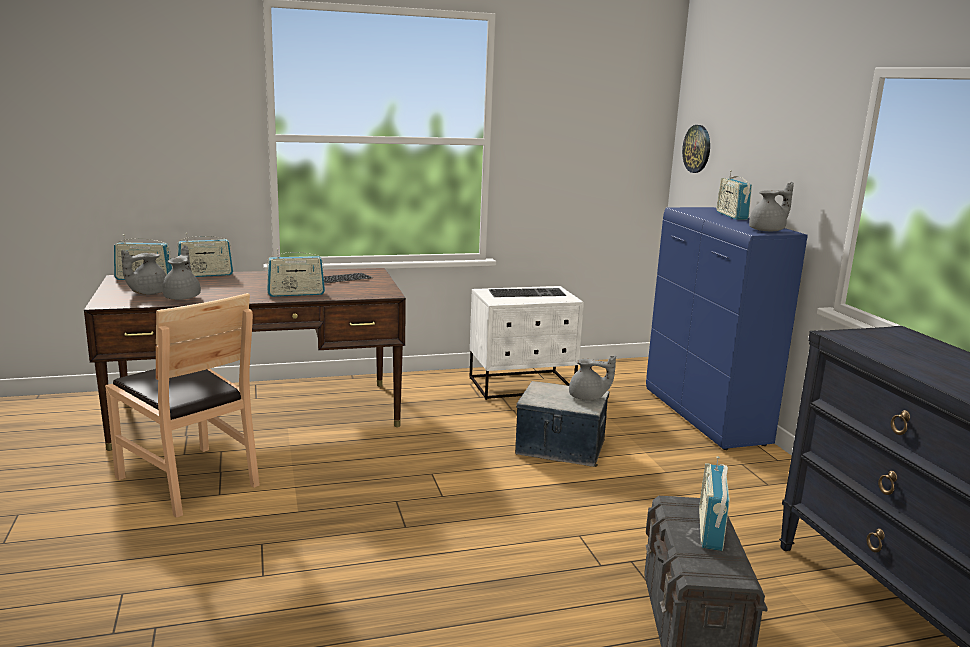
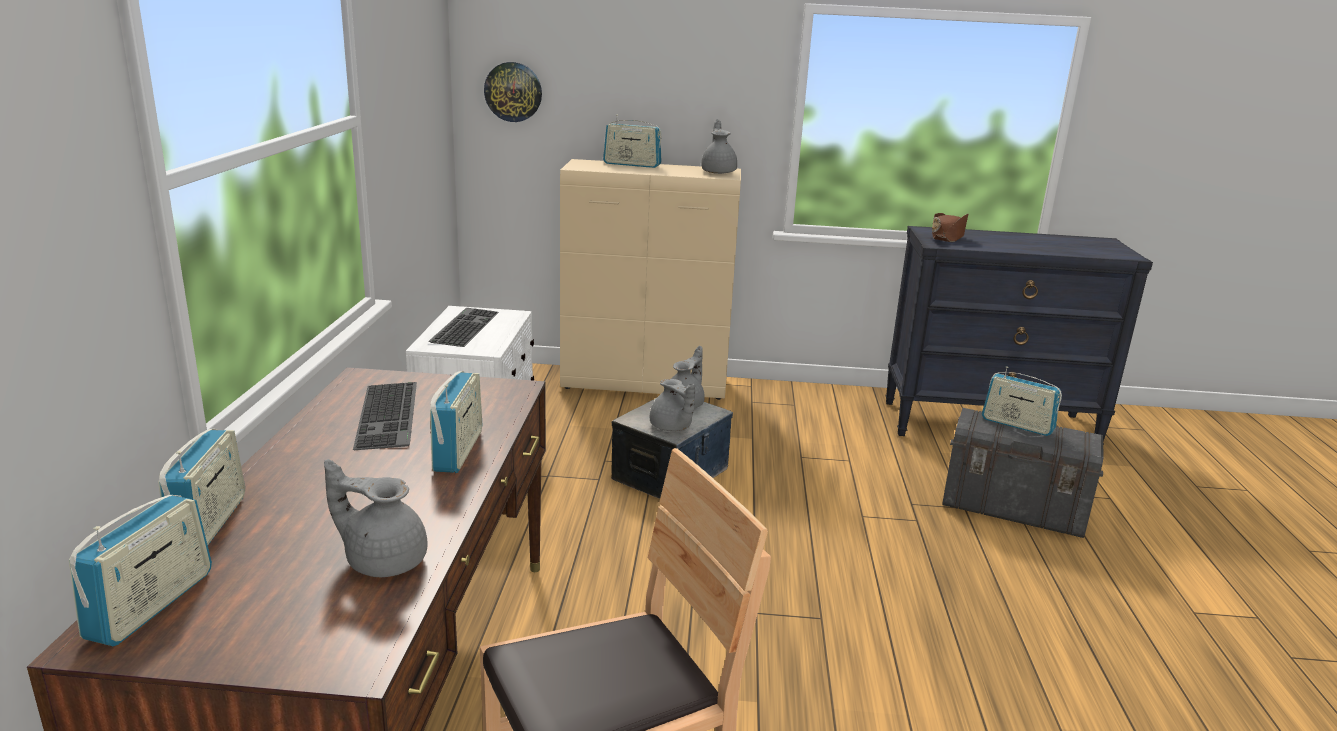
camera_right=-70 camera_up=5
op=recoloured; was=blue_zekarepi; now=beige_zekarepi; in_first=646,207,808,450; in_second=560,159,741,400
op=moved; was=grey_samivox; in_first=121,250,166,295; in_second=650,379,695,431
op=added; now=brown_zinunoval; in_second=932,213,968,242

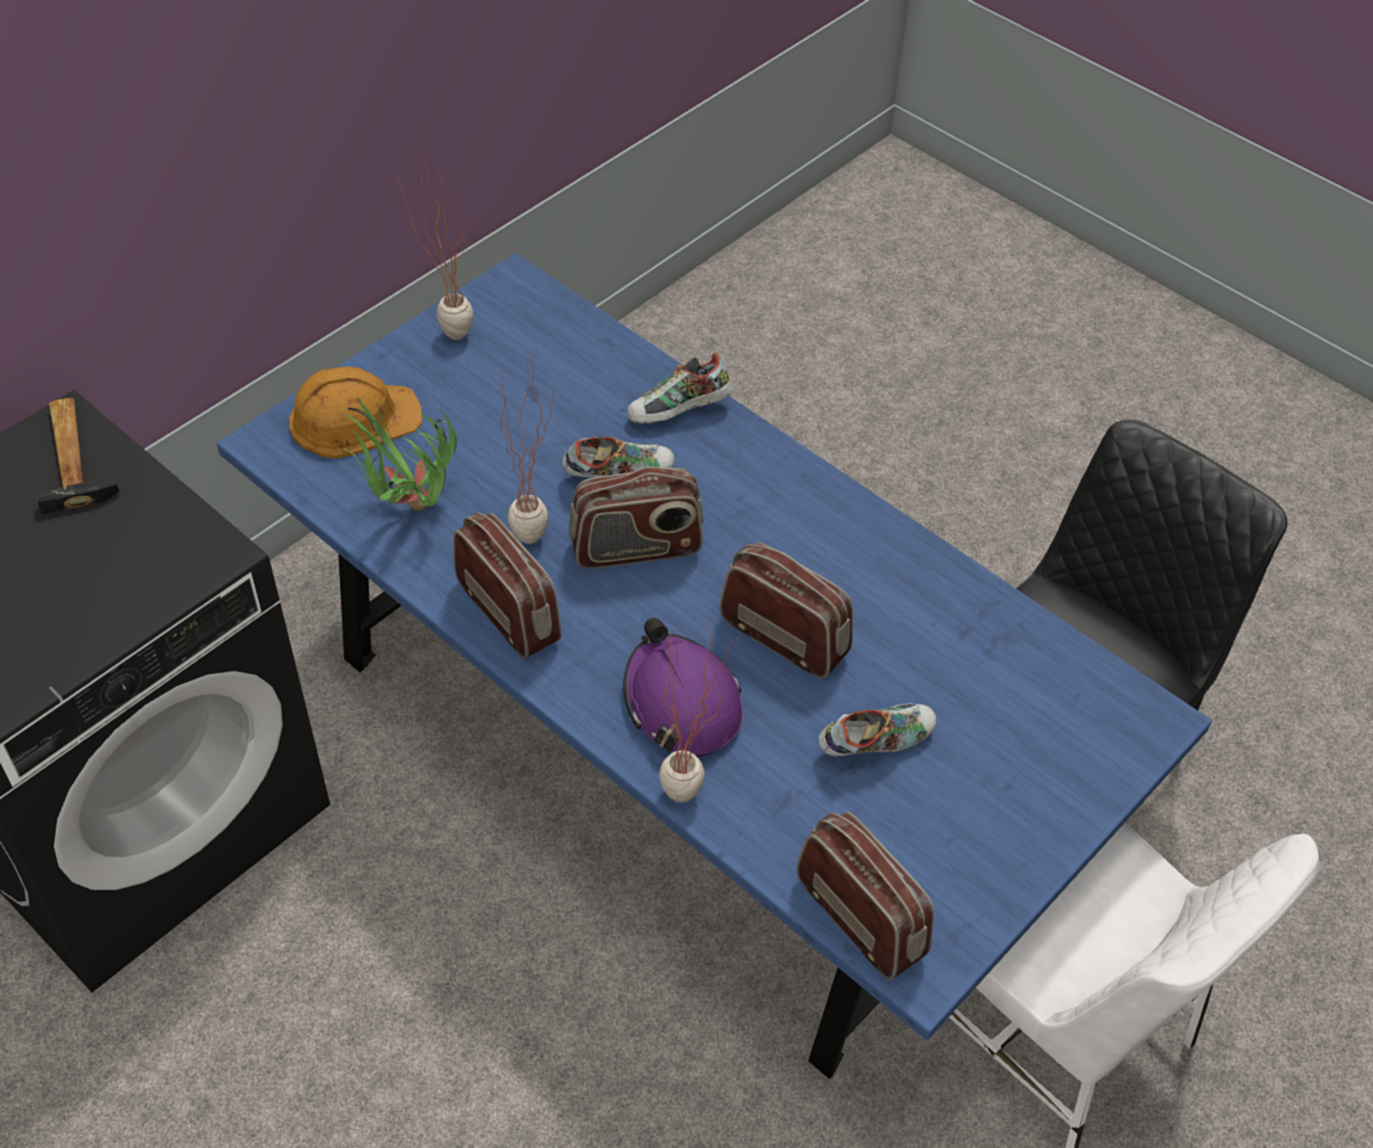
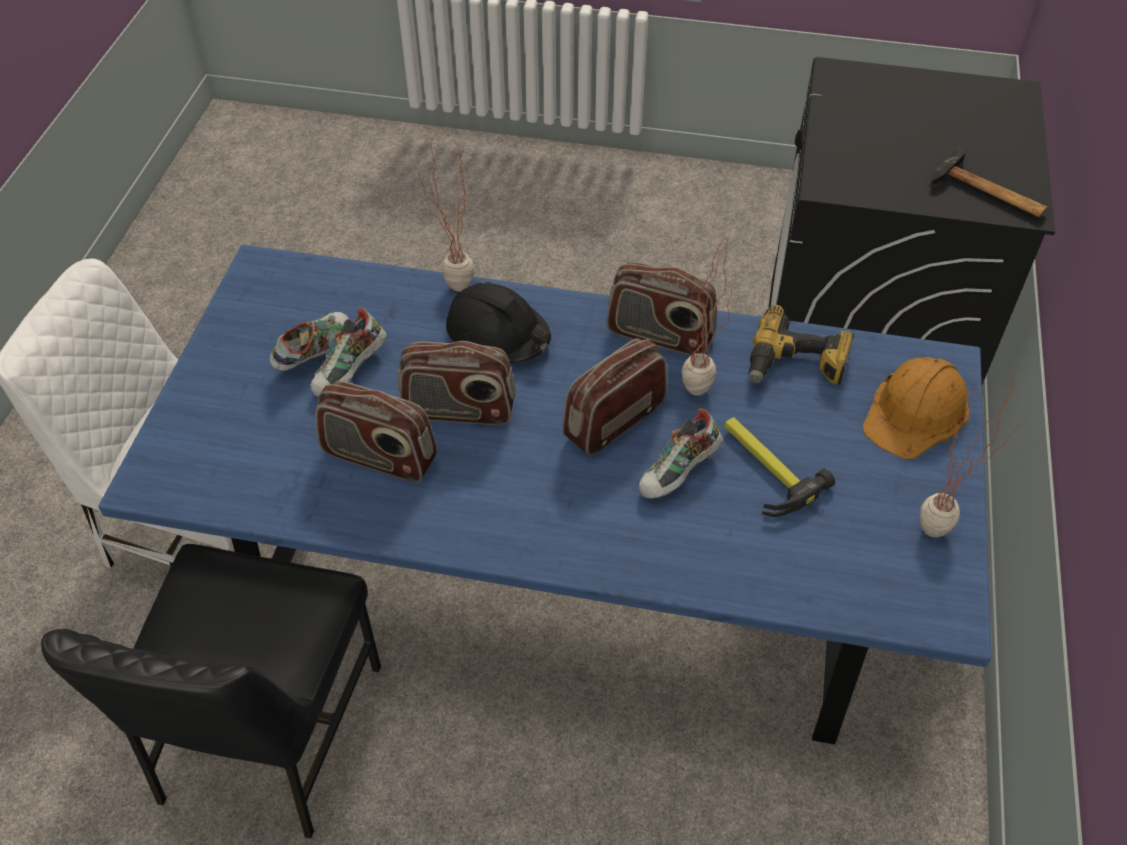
camera_right=150 camera_up=0
op=moved; was=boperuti; in_first=627,352,733,423; in_second=269,312,349,371
op=moved; was=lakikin; in_first=797,811,934,980; in_second=315,381,437,483
op=recoloured; was=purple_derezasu; now=black_derezasu; in_first=623,618,743,757; in_second=446,281,551,364
op=added; now=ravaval; in_second=724,417,835,518
op=replaced; was=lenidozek; now=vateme; in_first=344,396,457,511; in_second=749,305,855,385

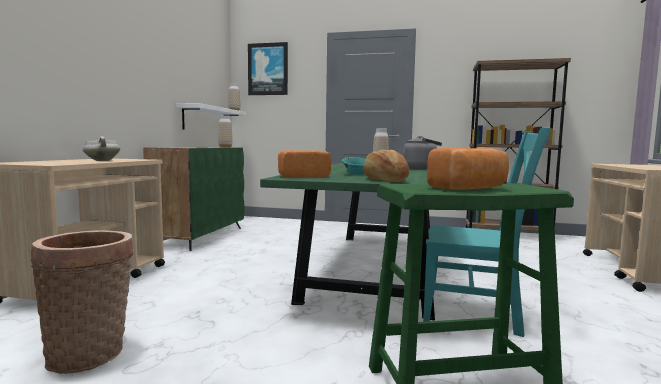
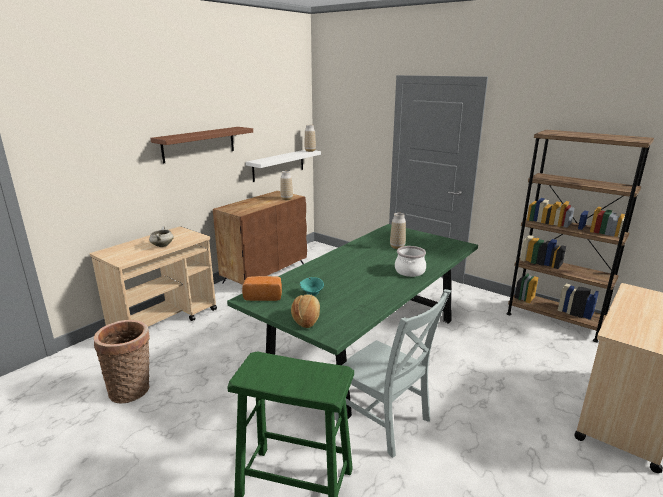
camera_right=25 camera_up=15
op=added; now=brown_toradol; in_second=150,127,253,163
op=recoloured; was=green_zekarepi; now=brown_zekarepi; in_first=143,147,245,251; in_second=213,191,307,285
op=recoloured; was=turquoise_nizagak; now=grey_nizagak; in_first=423,128,551,337; in_second=336,289,451,458
op=replaced; was=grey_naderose; now=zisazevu; in_first=403,136,442,170; in_second=395,246,426,277
op=removed; was=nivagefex; in_first=248,42,288,95
op=removed; was=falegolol; in_first=427,148,509,190

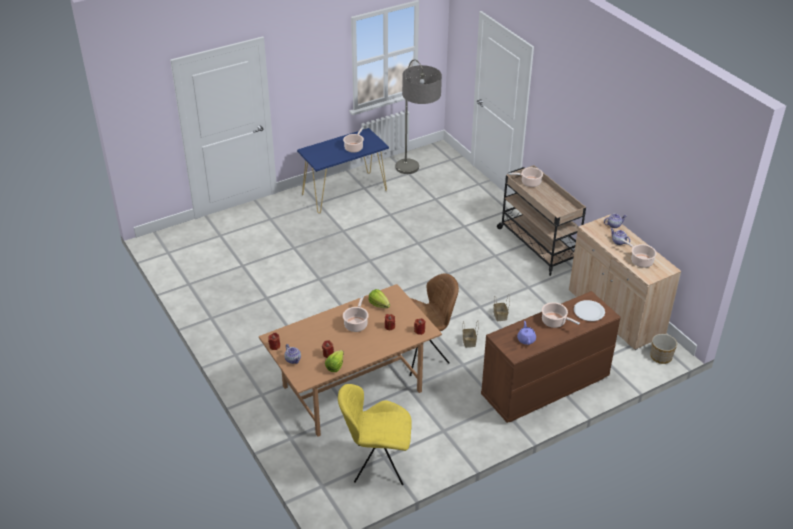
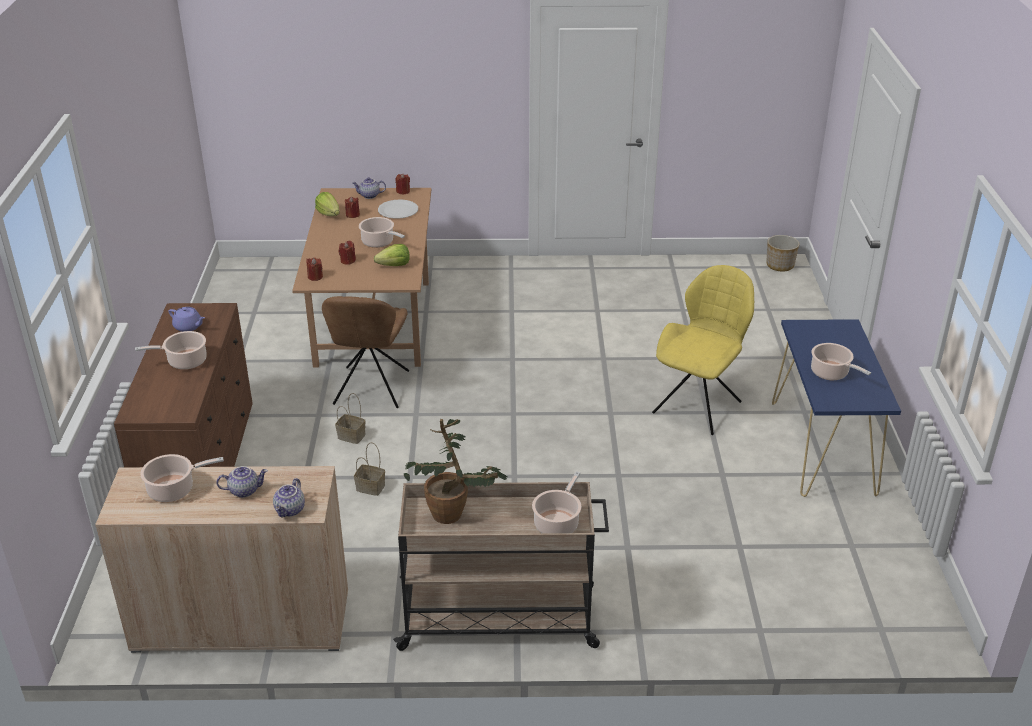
camera_right=120 camera_up=-5
op=moved; was=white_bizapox; in_first=574,300,605,321; in_second=378,200,418,219
op=added; now=lenidozek; in_second=404,419,507,524
op=moved; was=yellow_nizagak; in_first=338,384,412,485; in_second=652,265,754,435
op=moved; was=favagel; in_first=650,334,677,364; in_second=766,235,799,272
op=removed; was=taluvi; in_first=396,59,442,174

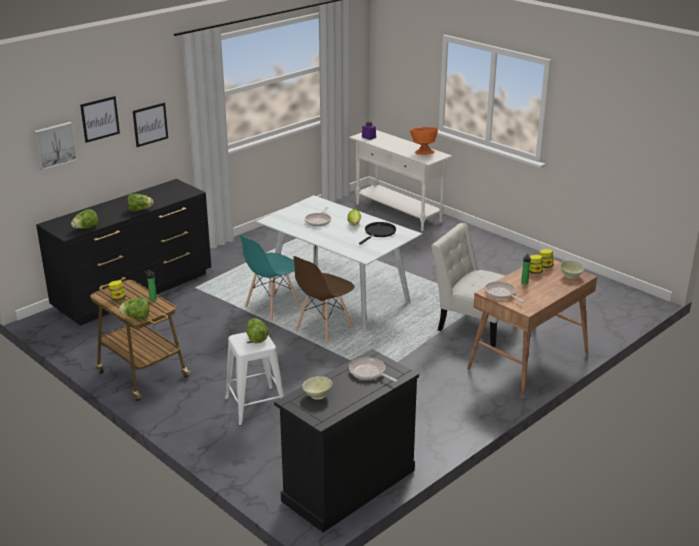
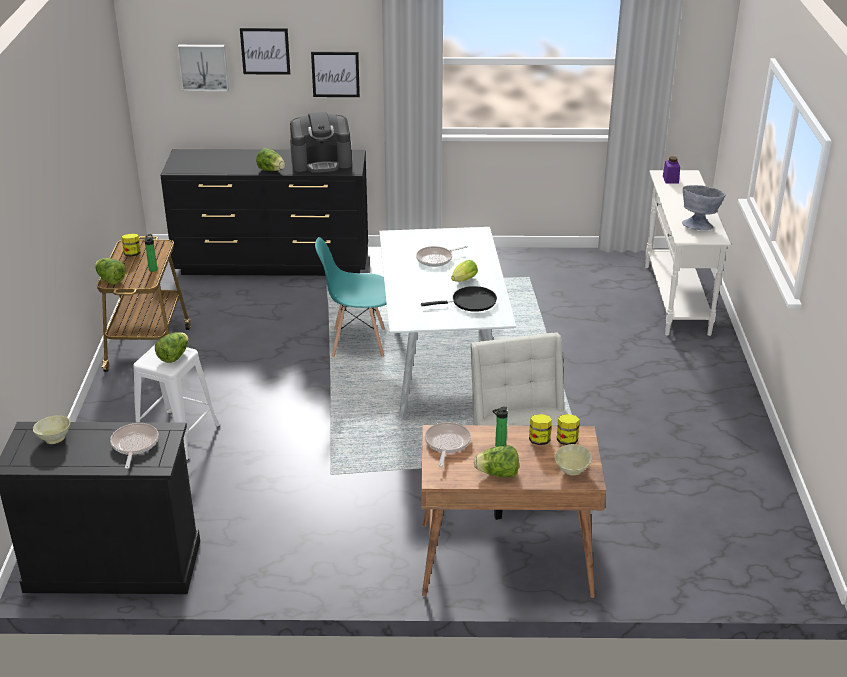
camera_right=45 camera_up=5
op=added; now=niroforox; in_second=290,112,352,173
op=moved; was=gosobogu; in_first=71,209,98,229; in_second=474,445,519,477
op=recoloured; was=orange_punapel; now=grey_punapel; in_first=410,127,438,155; in_second=682,185,725,230
op=removed; was=brown_nizagak; in_first=294,256,355,345

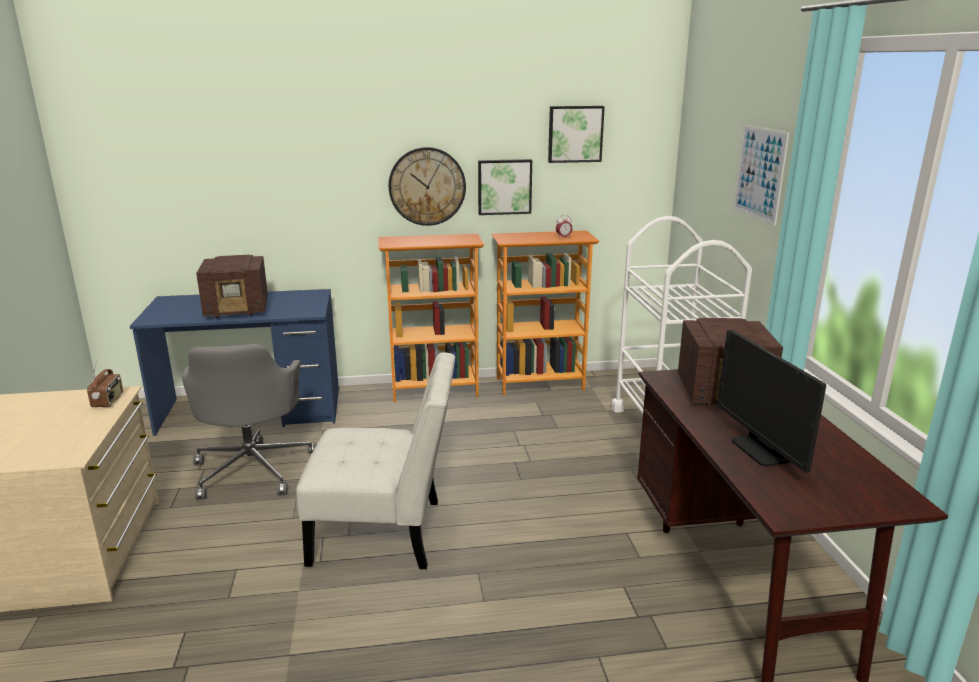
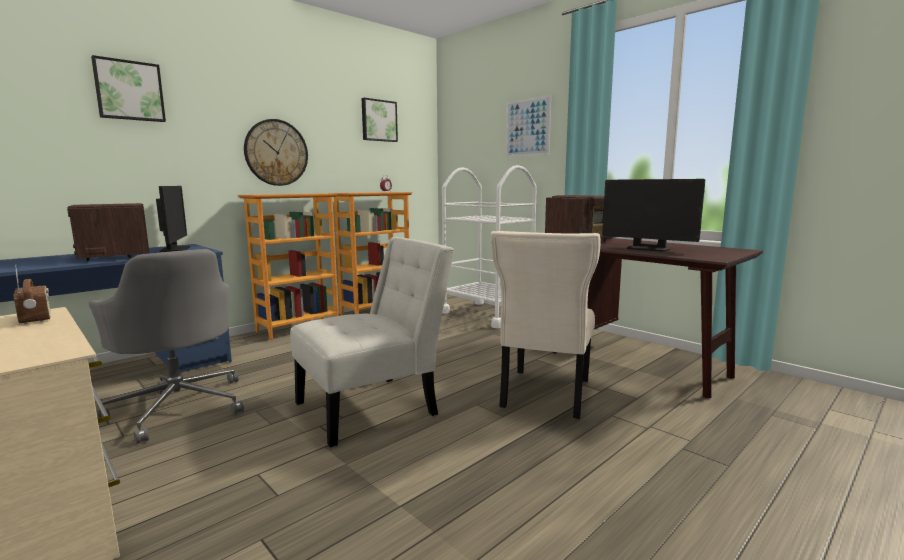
camera_right=-35 camera_up=-10
op=turned; was=lakikin; in_first=196,255,268,318; in_second=67,203,149,261; clockwise=105
op=moved; was=nivagefex; in_first=478,159,532,215; in_second=91,55,166,122
op=added; now=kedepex; in_second=156,186,190,252
op=added; now=beige_nizagak; in_second=491,231,601,419

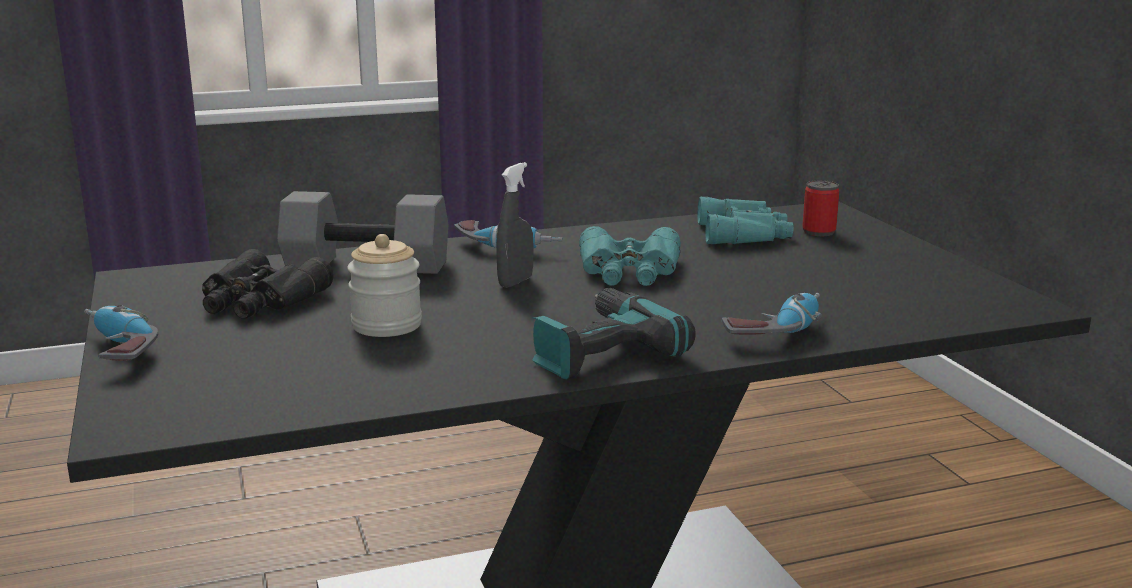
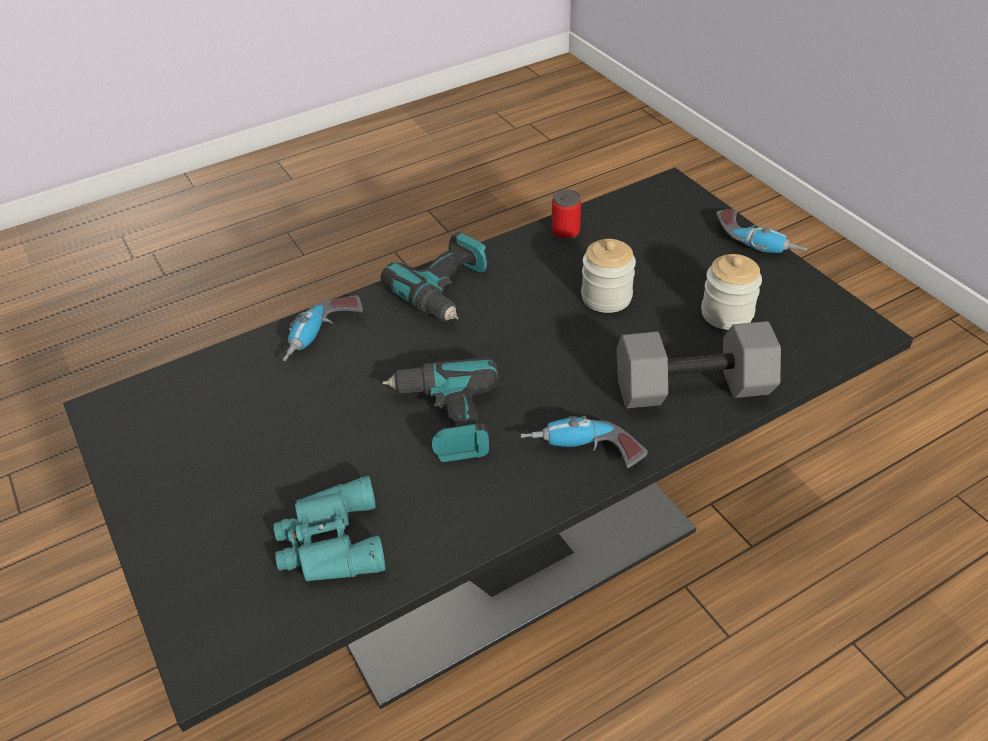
camera_right=170 camera_up=25
op=replaced; was=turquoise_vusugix; now=vateme; in_first=579,226,681,286; in_second=383,357,498,462
op=moved; was=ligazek; in_first=802,180,839,236; in_second=552,189,581,240
op=replaced; was=black_vusugix; now=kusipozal; in_first=202,249,334,319; in_second=701,254,762,330
op=removed; was=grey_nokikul; in_first=496,162,534,288

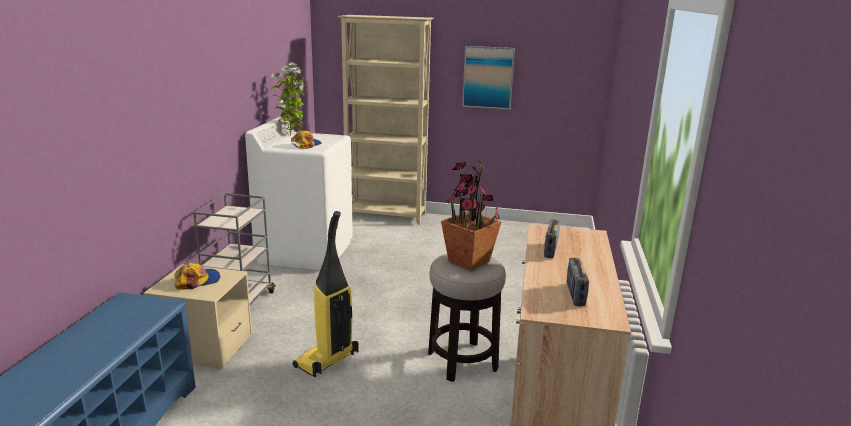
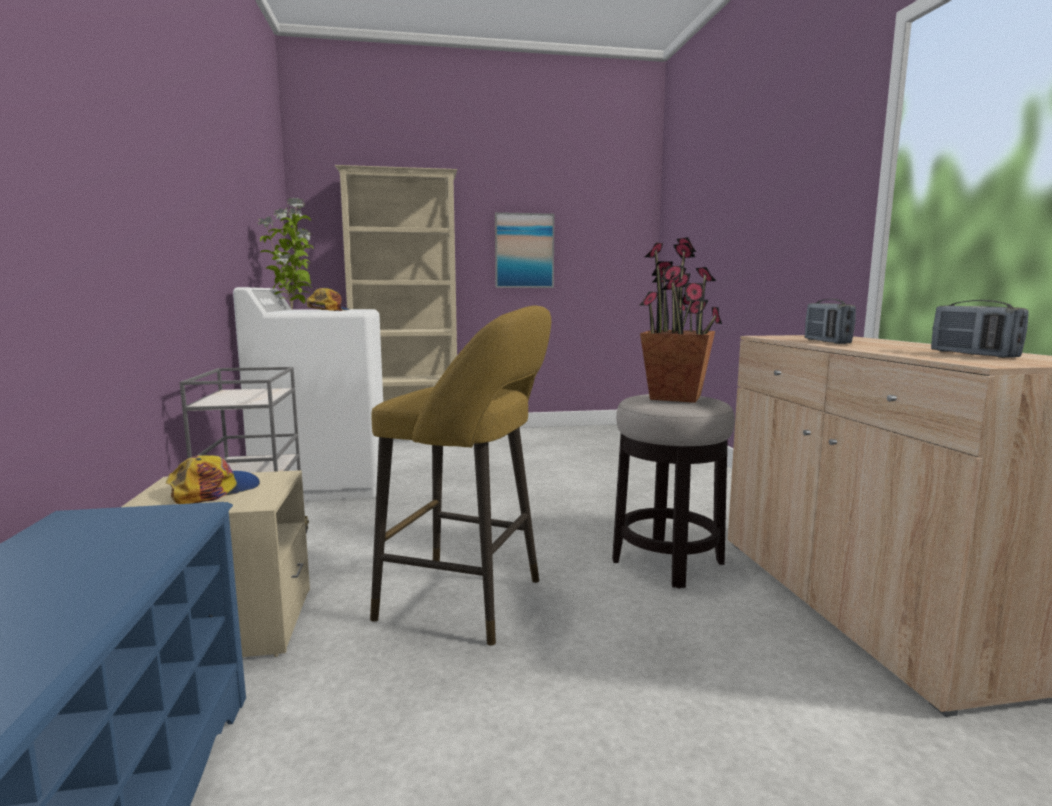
camera_right=-20 camera_up=-10
op=replaced; was=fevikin; now=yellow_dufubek; in_first=293,211,359,377; in_second=370,306,551,645

